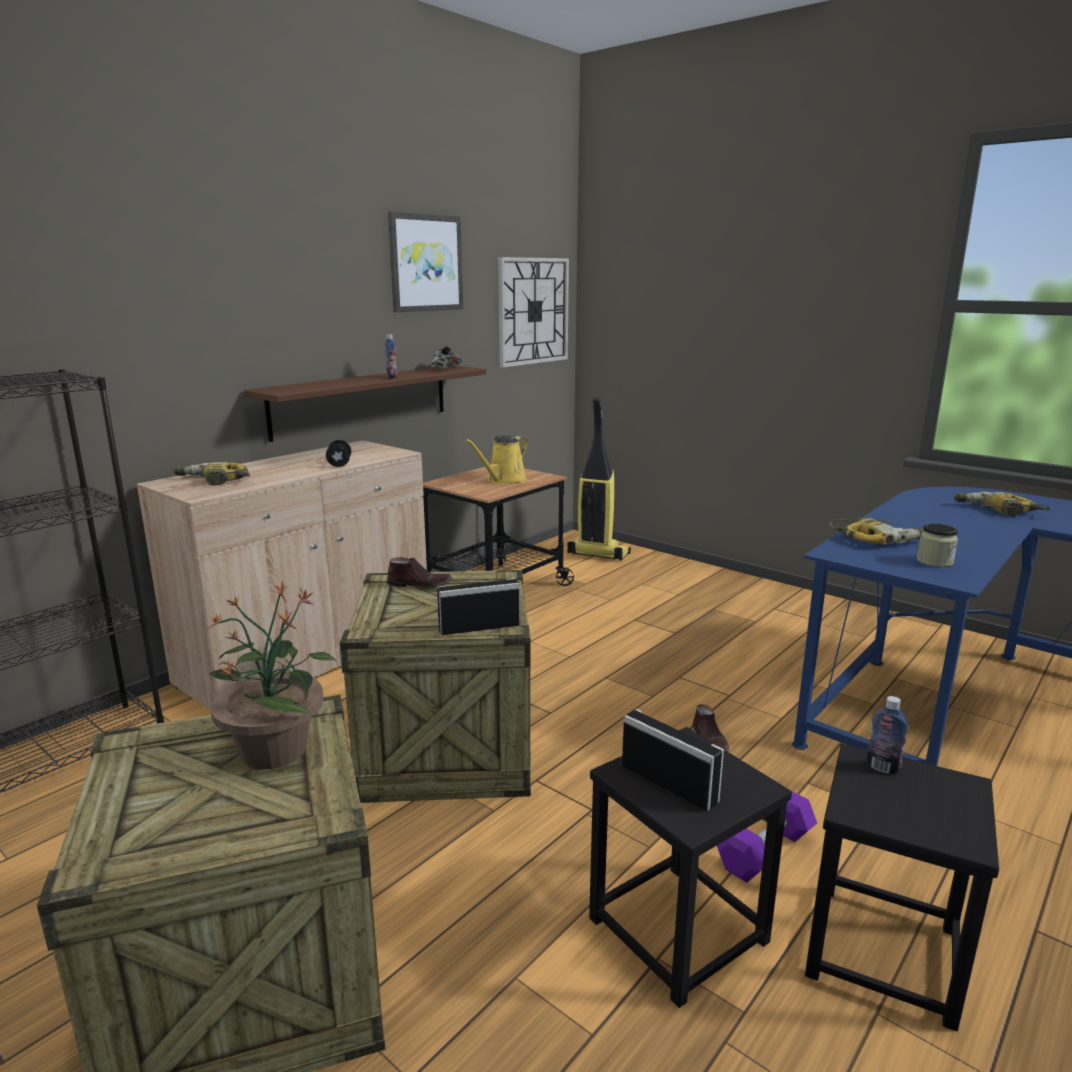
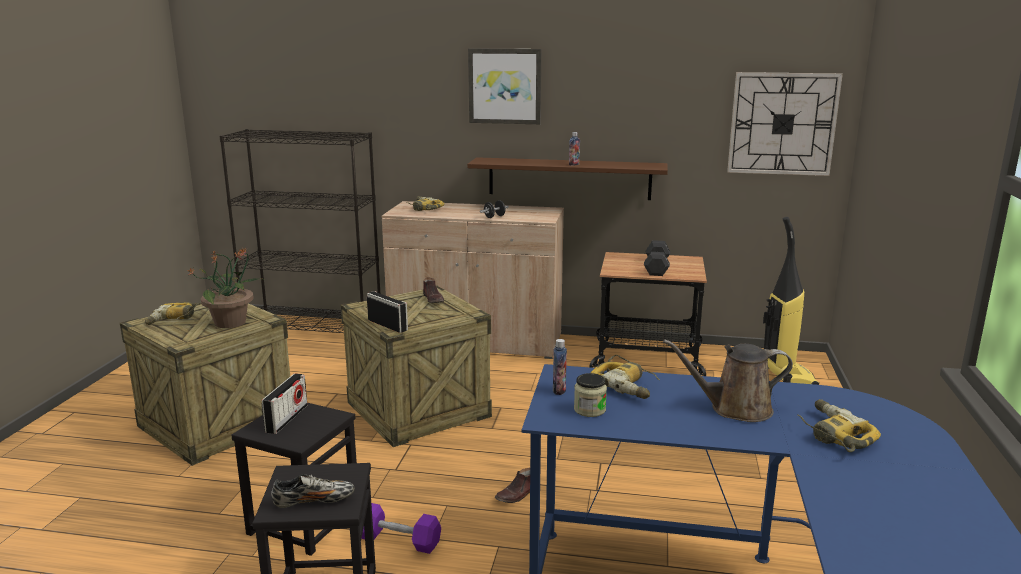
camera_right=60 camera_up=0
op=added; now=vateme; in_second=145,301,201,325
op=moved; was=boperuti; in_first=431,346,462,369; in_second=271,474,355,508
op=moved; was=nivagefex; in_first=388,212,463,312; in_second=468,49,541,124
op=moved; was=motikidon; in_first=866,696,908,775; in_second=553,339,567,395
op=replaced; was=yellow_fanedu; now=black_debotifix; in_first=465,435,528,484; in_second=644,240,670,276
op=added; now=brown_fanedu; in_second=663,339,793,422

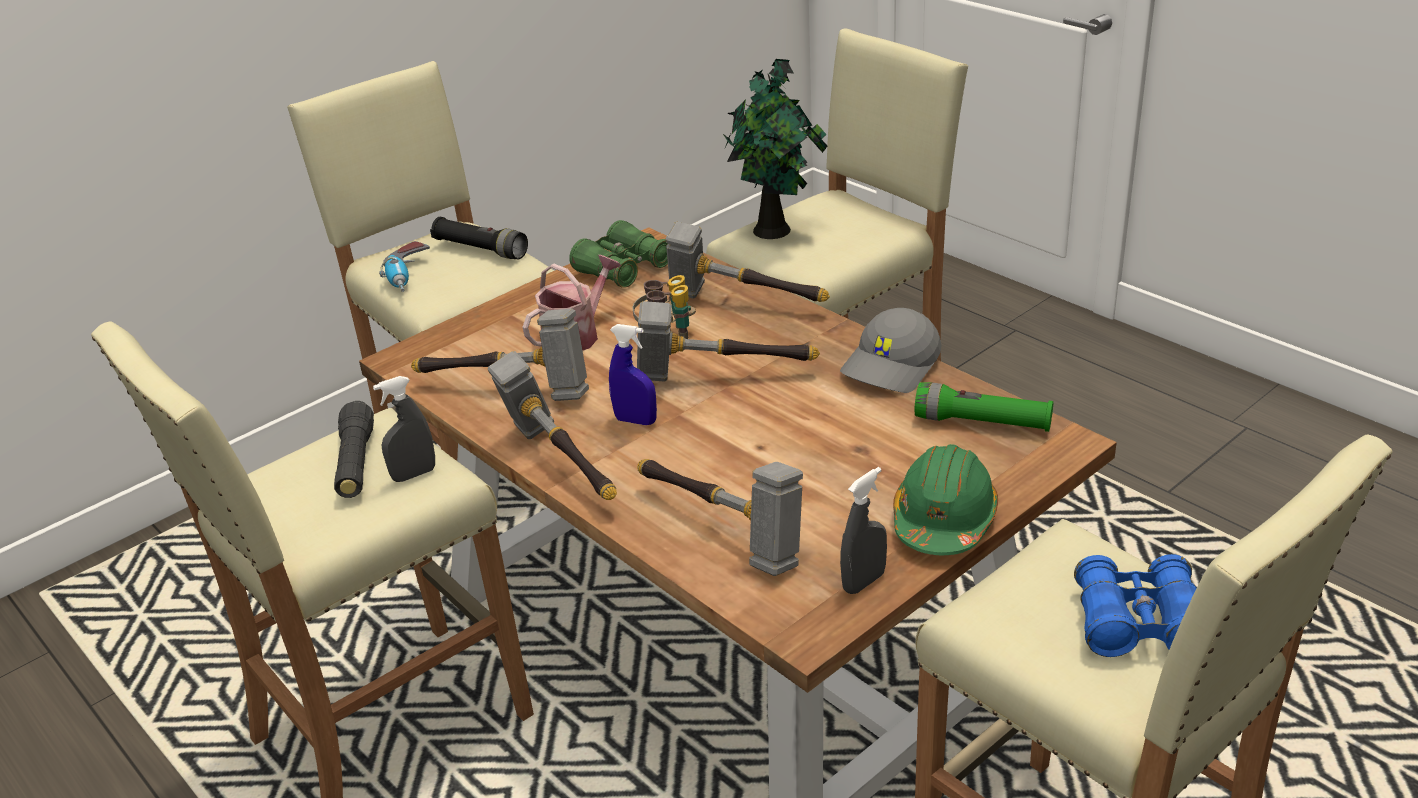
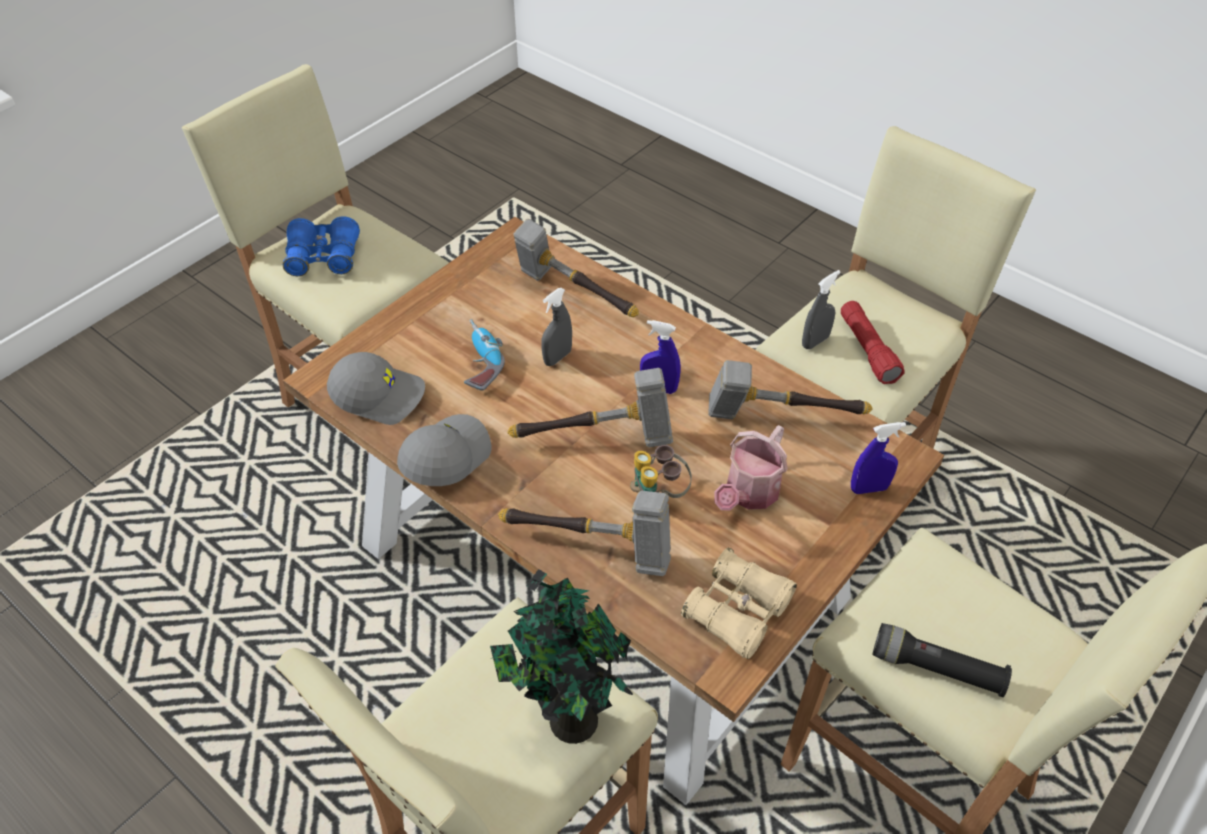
camera_right=170 camera_up=15
op=replaced; was=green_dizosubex; now=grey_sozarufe; in_first=915,383,1054,432; in_second=327,352,425,425
op=moved; was=vateme; in_first=379,241,430,292; in_second=464,319,505,391
op=moved; was=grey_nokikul; in_first=840,467,887,594; in_second=541,288,572,366
op=recoloured; was=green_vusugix; now=beige_vusugix; in_first=569,220,668,288; in_second=681,547,797,659
op=recoloured; was=black_dizosubex; now=red_dizosubex; in_first=334,401,374,498; in_second=841,301,904,384
op=added; now=blue_nokikul; in_second=851,422,906,494
op=removed; was=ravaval; in_first=488,351,617,500
op=removed; was=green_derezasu; in_first=893,444,998,555

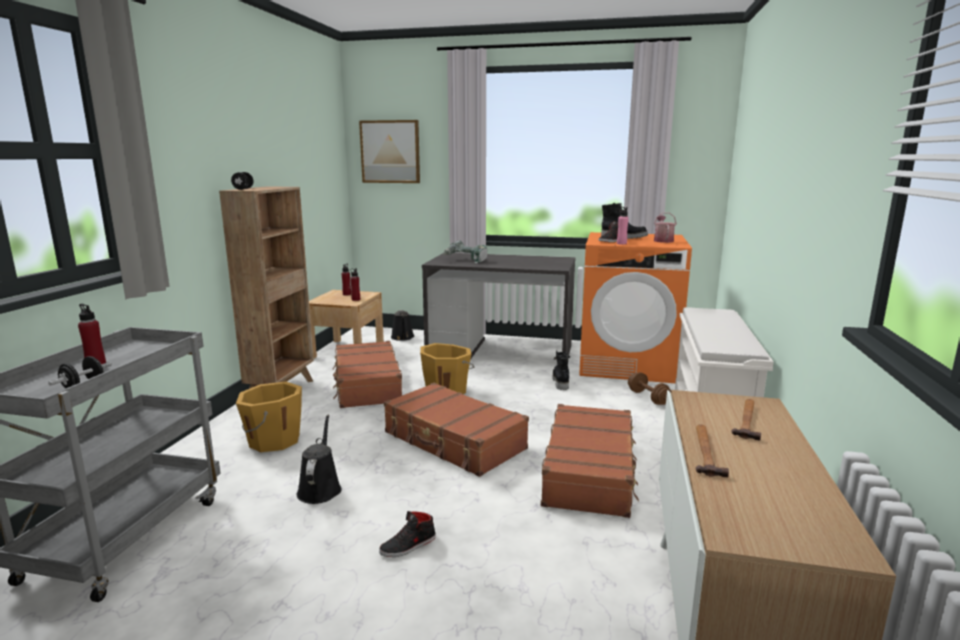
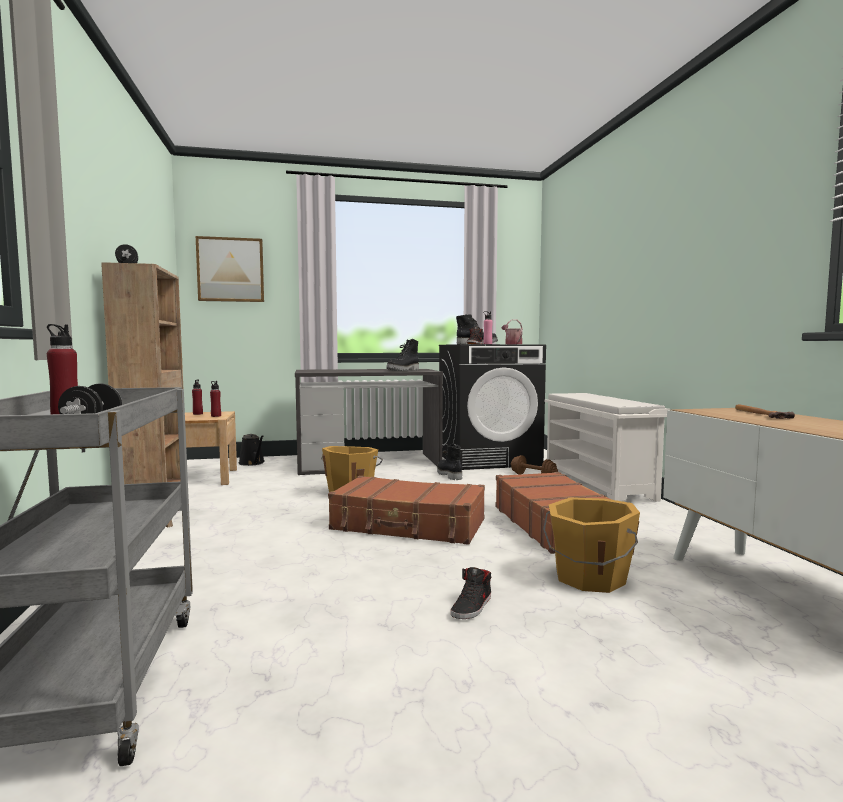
camera_right=-25 camera_up=-10
op=added; now=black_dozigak; in_second=386,339,419,371
op=recoloured; was=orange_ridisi; now=black_ridisi; in_first=579,232,692,383; in_second=439,344,546,470
op=moved; was=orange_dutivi; in_first=236,382,302,452; in_second=543,497,640,593
op=removed; was=black_fanedu; in_first=297,415,342,504
op=removed; was=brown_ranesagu; in_first=333,341,402,408
op=removed; was=vateme; in_first=443,240,487,264
op=removed; was=ravaval; in_first=696,424,729,477

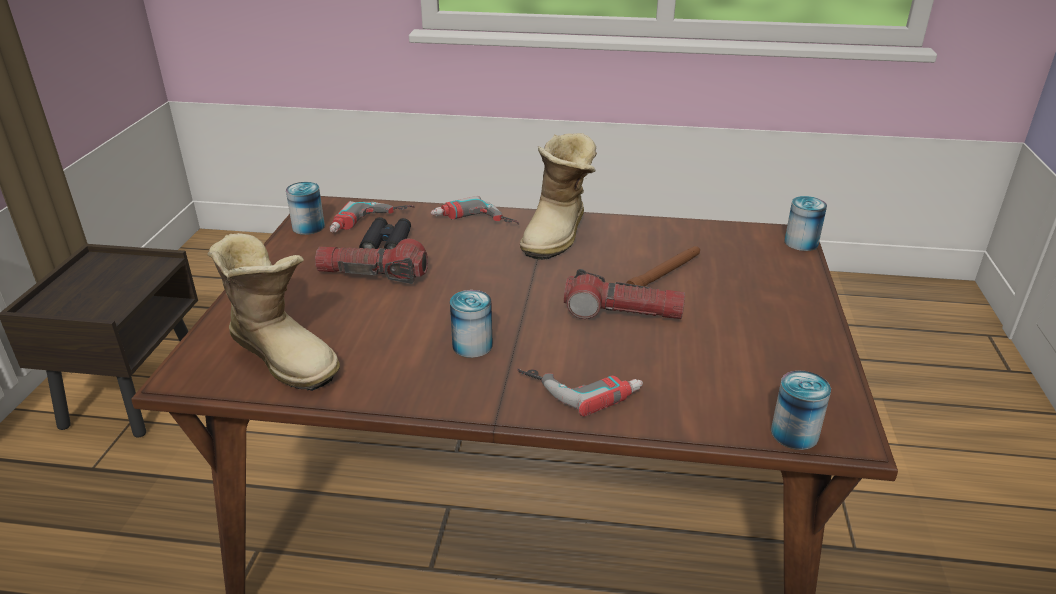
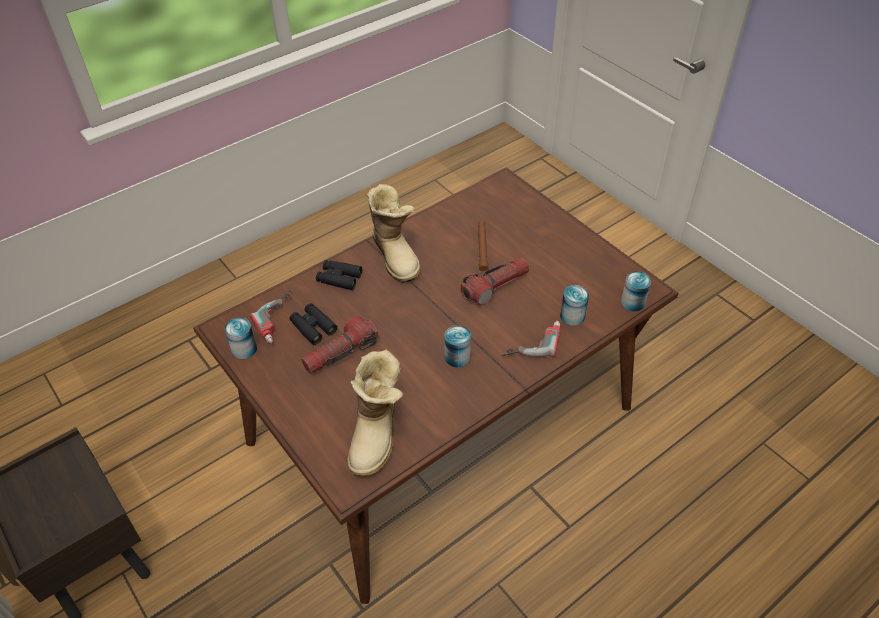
camera_right=-45 camera_up=15
op=replaced; was=vateme; now=black_vusugix; in_first=431,196,519,225; in_second=316,260,362,290
op=turned; was=dozigak; in_first=208,233,340,391; in_second=348,350,403,476; clockwise=105
op=moved; was=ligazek; in_first=784,196,827,251; in_second=560,285,589,326

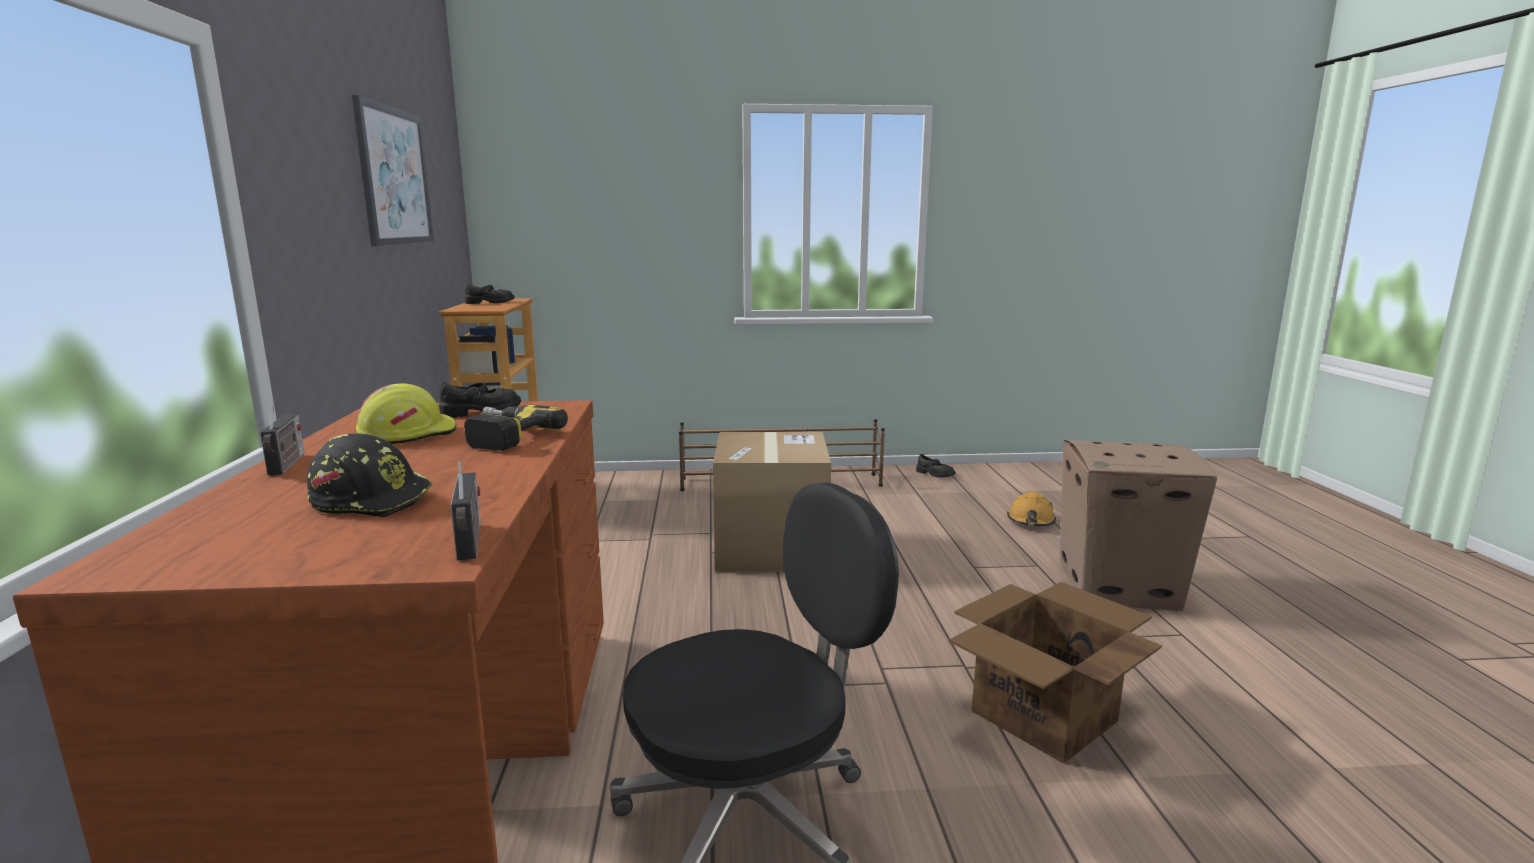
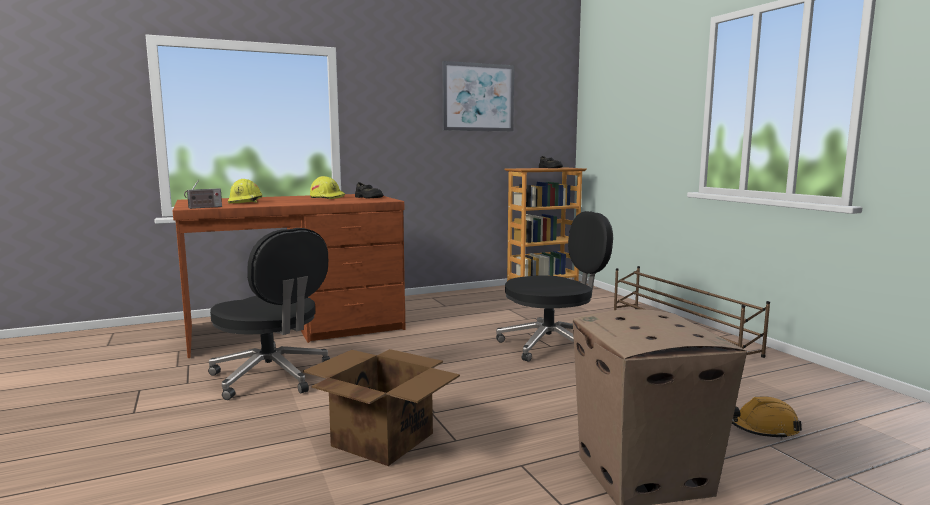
camera_right=70 camera_up=-5
op=recoloured; was=black_derezasu; now=yellow_derezasu; in_first=307,434,433,517; in_second=228,179,262,204
op=replaced; was=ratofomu; now=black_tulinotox; in_first=713,432,831,572; in_second=496,211,613,362
op=removed; was=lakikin; in_first=260,401,305,475
op=removed; was=vateme; in_first=464,405,568,451
op=removed; was=black_boperuti; in_first=916,454,956,478

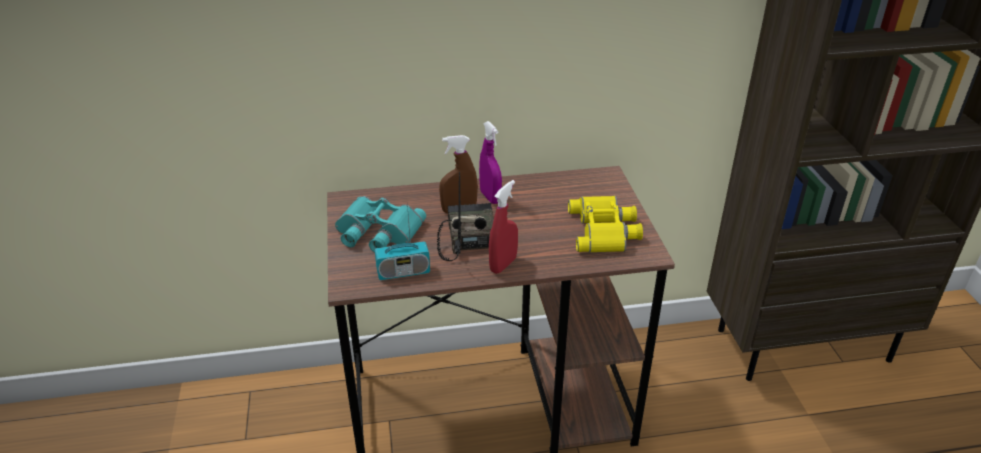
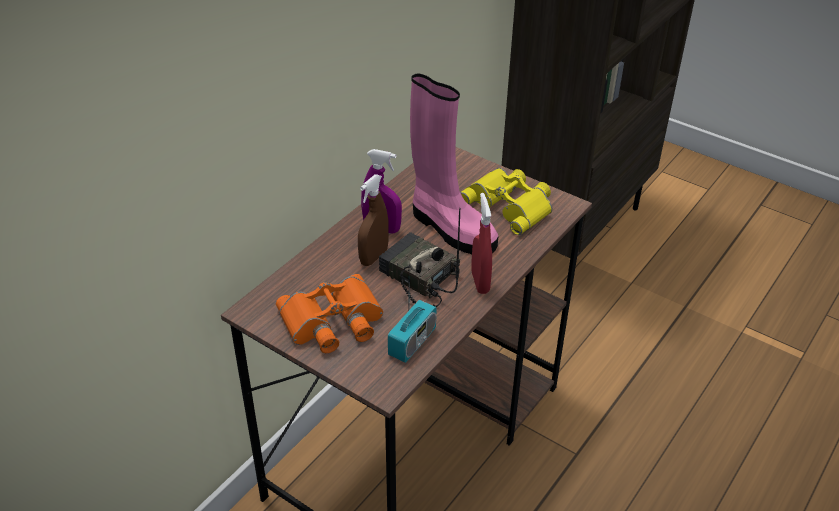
camera_right=-45 camera_up=5
op=recoloured; was=turquoise_vusugix; now=orange_vusugix; in_first=335,196,426,253; in_second=276,274,383,353
op=added; now=pink_dozigak; in_second=410,74,498,254

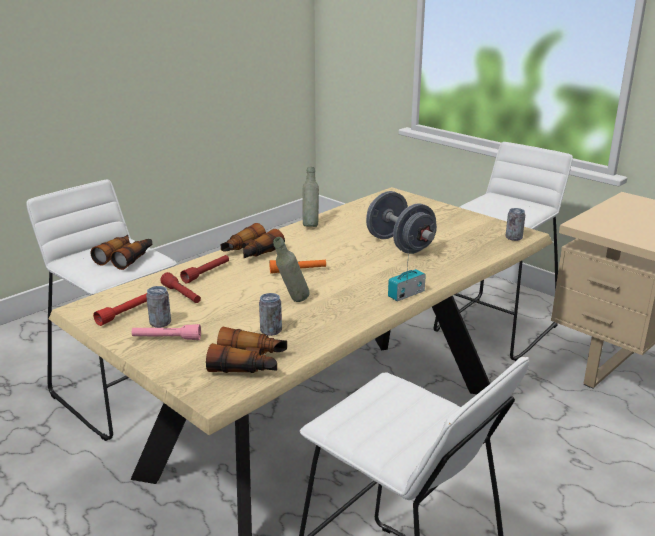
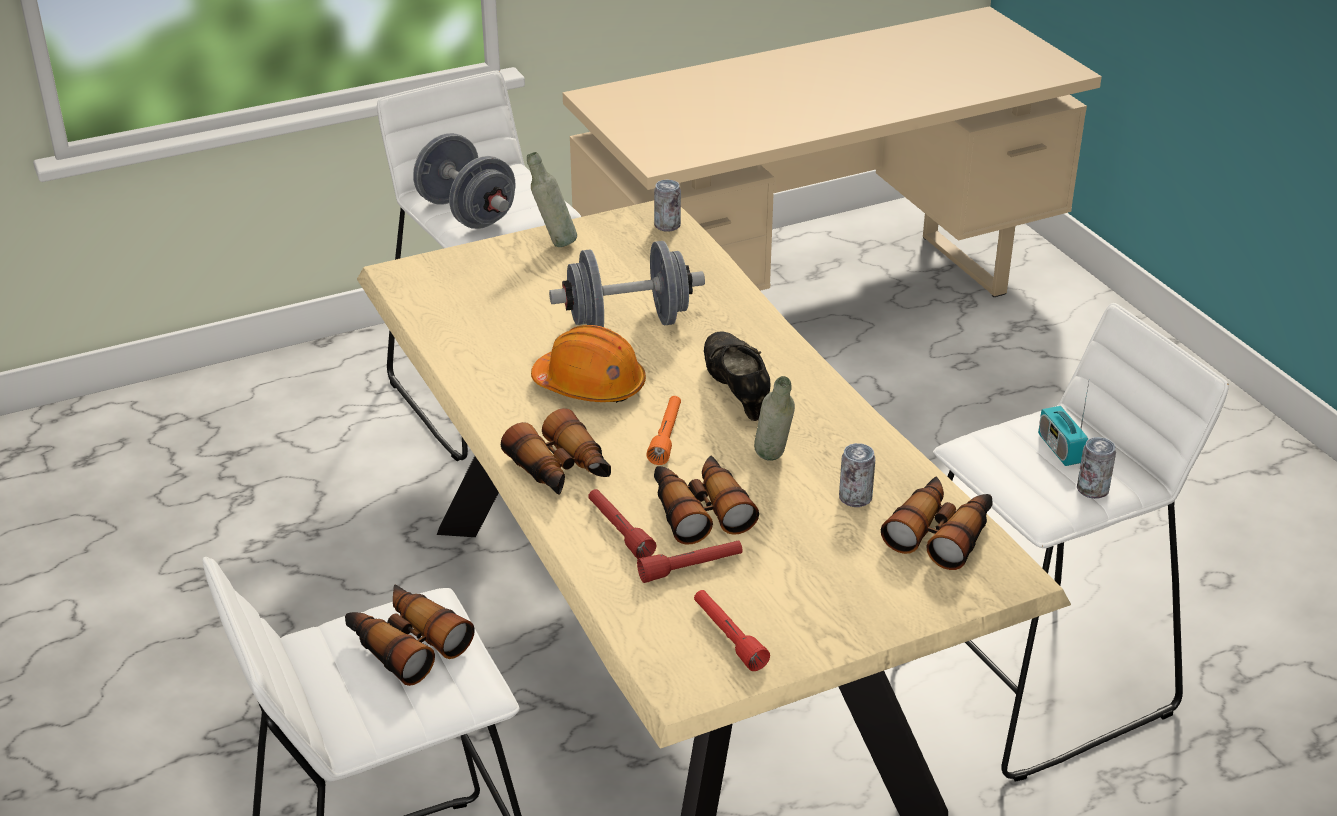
camera_right=-70 camera_up=10
op=added; now=grey_debotifix; in_second=413,133,515,229
op=moved; was=grey_motikidon; in_first=303,167,319,227; in_second=527,152,577,247
op=added; now=orange_derezasu; in_second=531,325,646,403
op=added; now=vusugix; in_second=654,456,759,545
op=added; now=black_boperuti; in_second=704,332,770,421
op=moved; was=lakikin; in_first=388,248,426,301; in_second=1038,382,1089,466
op=moved; was=ligazek; in_first=146,286,171,328; in_second=1077,437,1116,499
op=removed; was=pink_dizosubex; in_first=132,324,201,340

